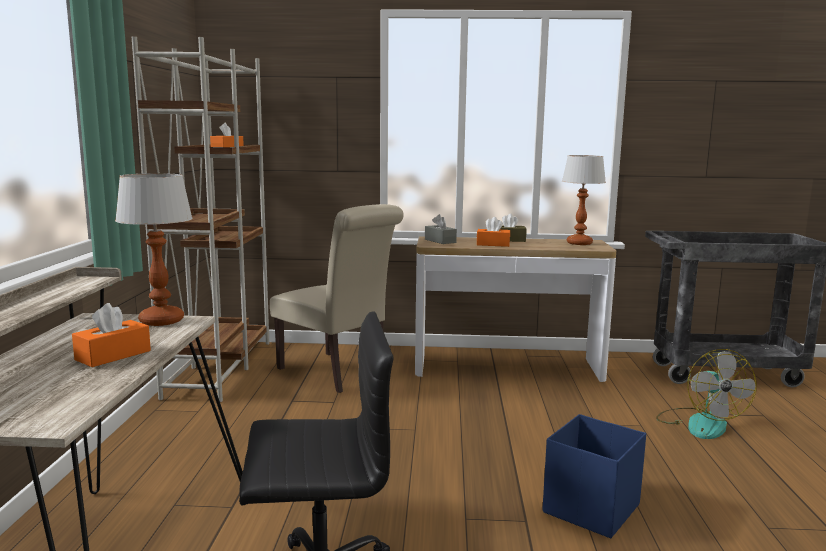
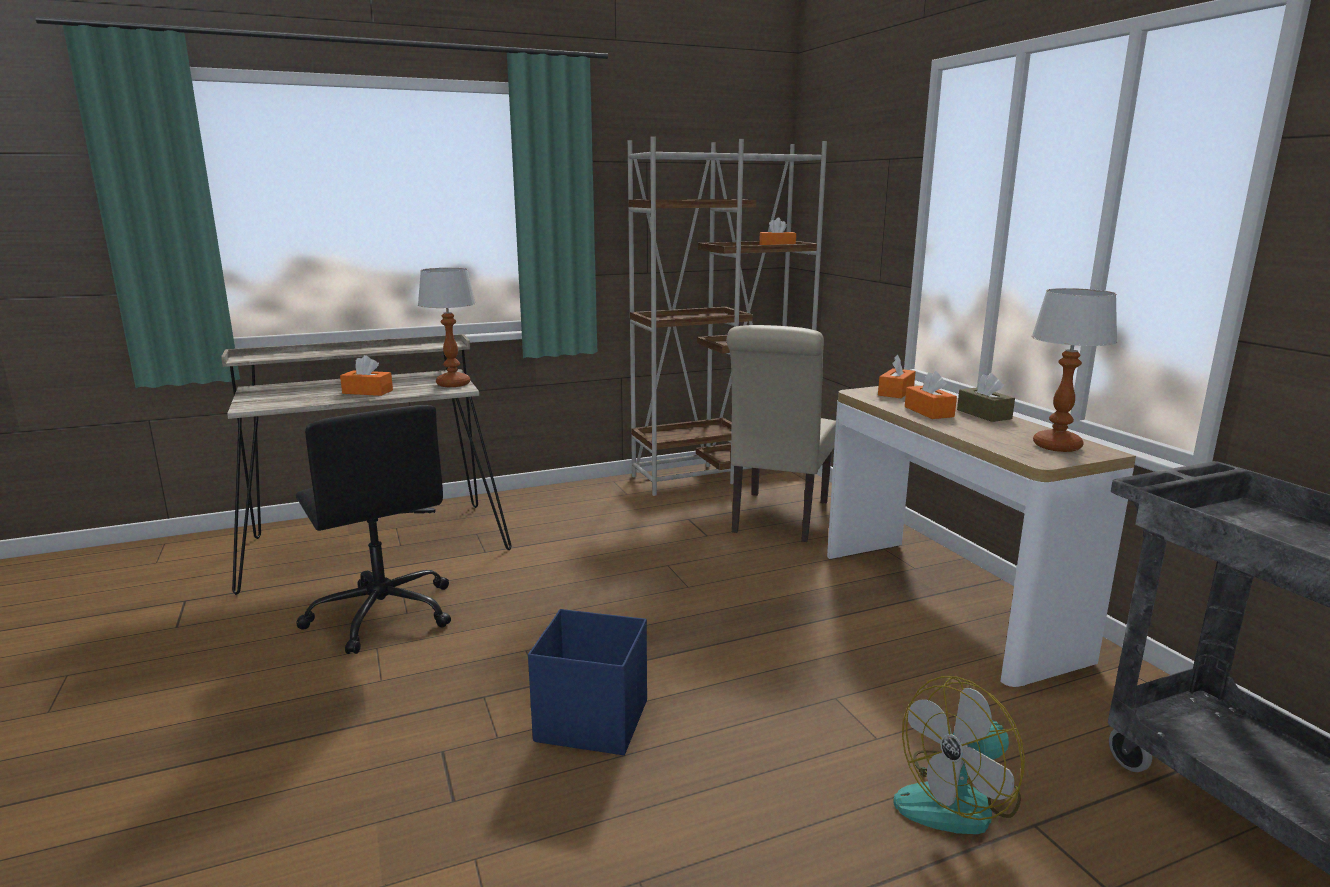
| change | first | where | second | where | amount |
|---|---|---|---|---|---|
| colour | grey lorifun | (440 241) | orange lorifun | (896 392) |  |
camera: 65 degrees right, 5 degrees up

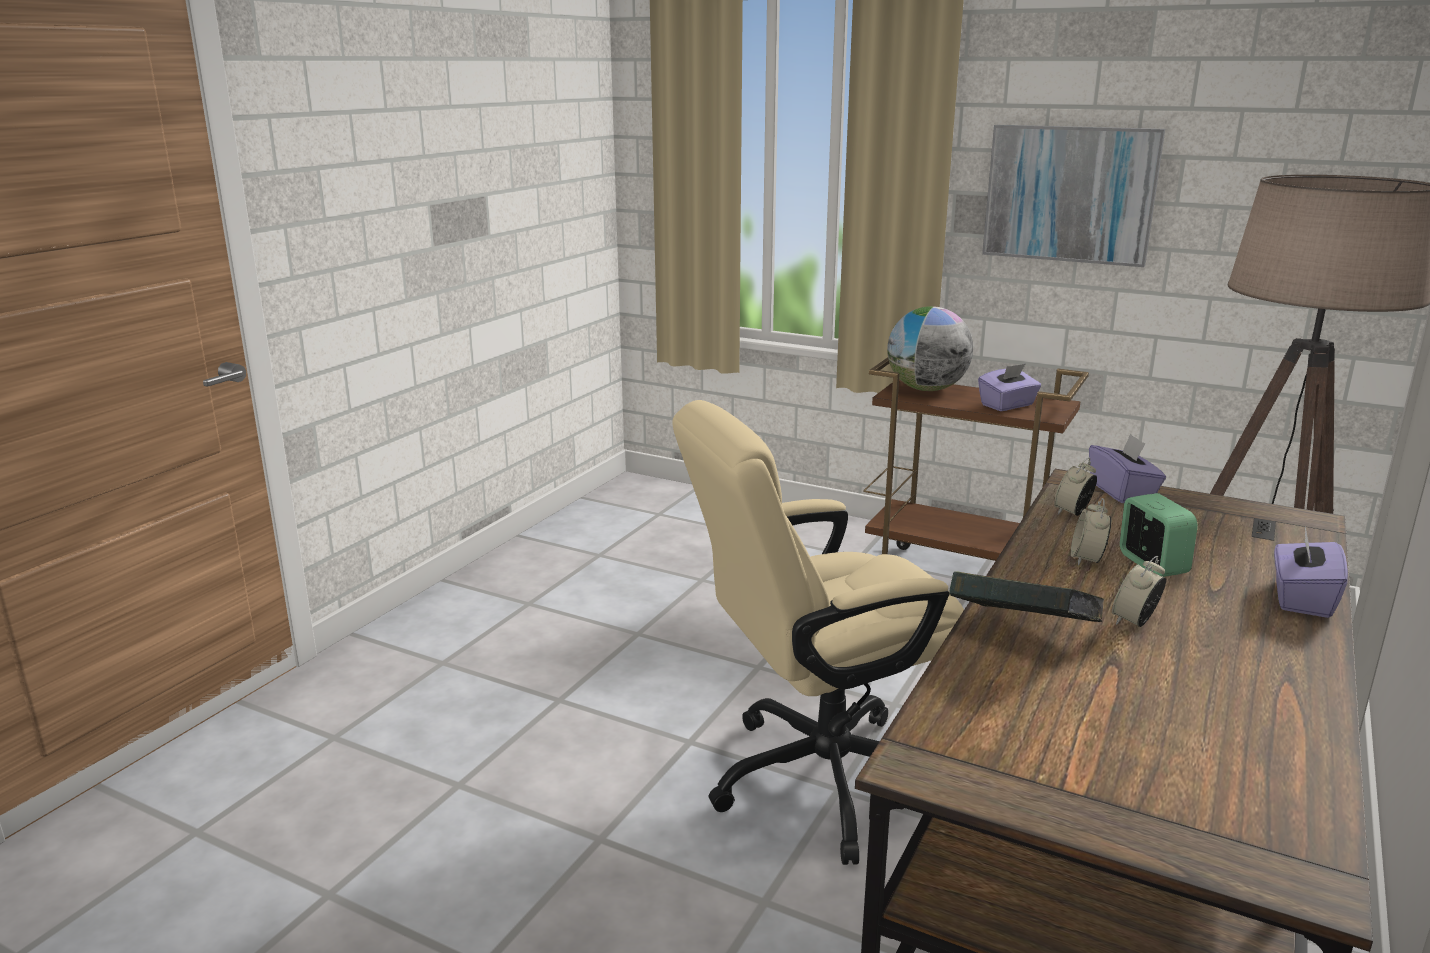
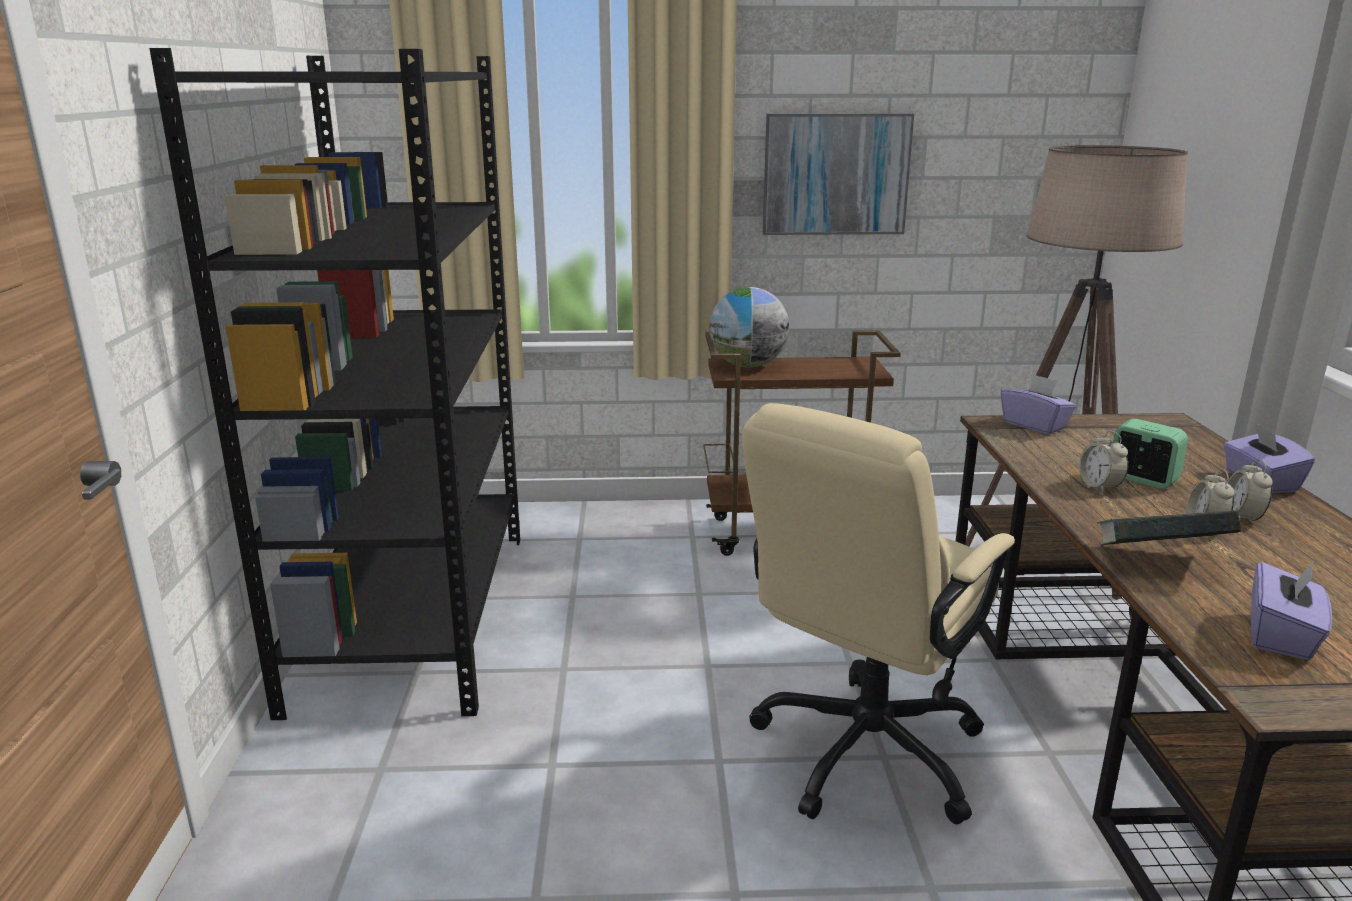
| change | first | where | second | where | amount |
|---|---|---|---|---|---|
| appeared |  |  | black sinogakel | (415 615) |  |
| relocated | purple lorifun | (1007 405) |  | (1281 636) |  |
| relocated | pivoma | (1072 512) |  | (1241 517) |  |
camera: 30 degrees left, 0 degrees up

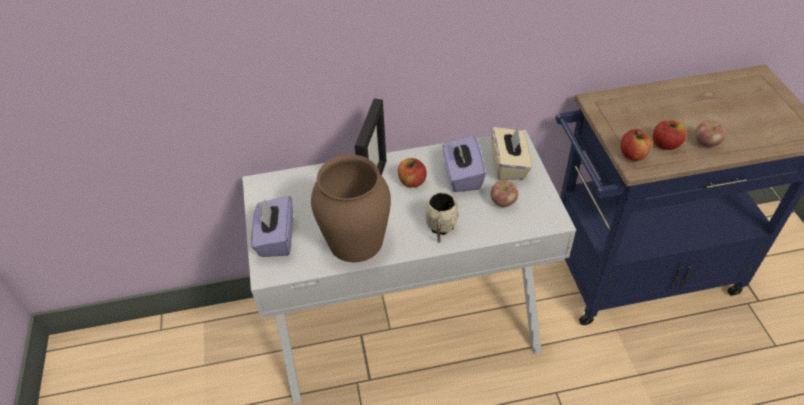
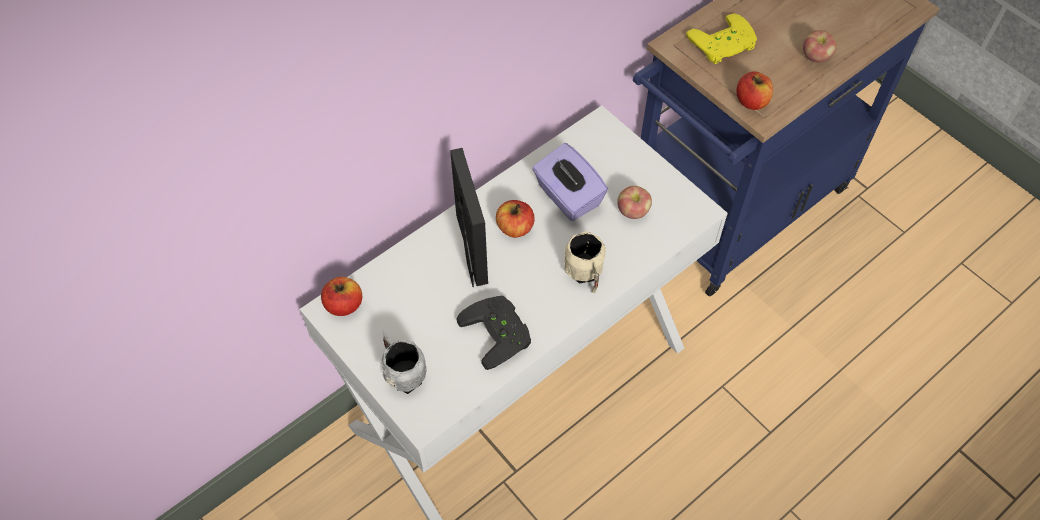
| change | first | where | second | where | amount |
|---|---|---|---|---|---|
| missing | beige lorifun | (509 165) |  |  |  |
| appeared |  |  | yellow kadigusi | (723 45) |  |
| relocated | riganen | (665 144) |  | (344 305) |  |
| exchanged | purple lorifun | (276 238) | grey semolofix | (403 372) |  |
| exchanged | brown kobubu | (356 241) | black kadigusi | (500 332) |  |
camera: 30 degrees left, 10 degrees up

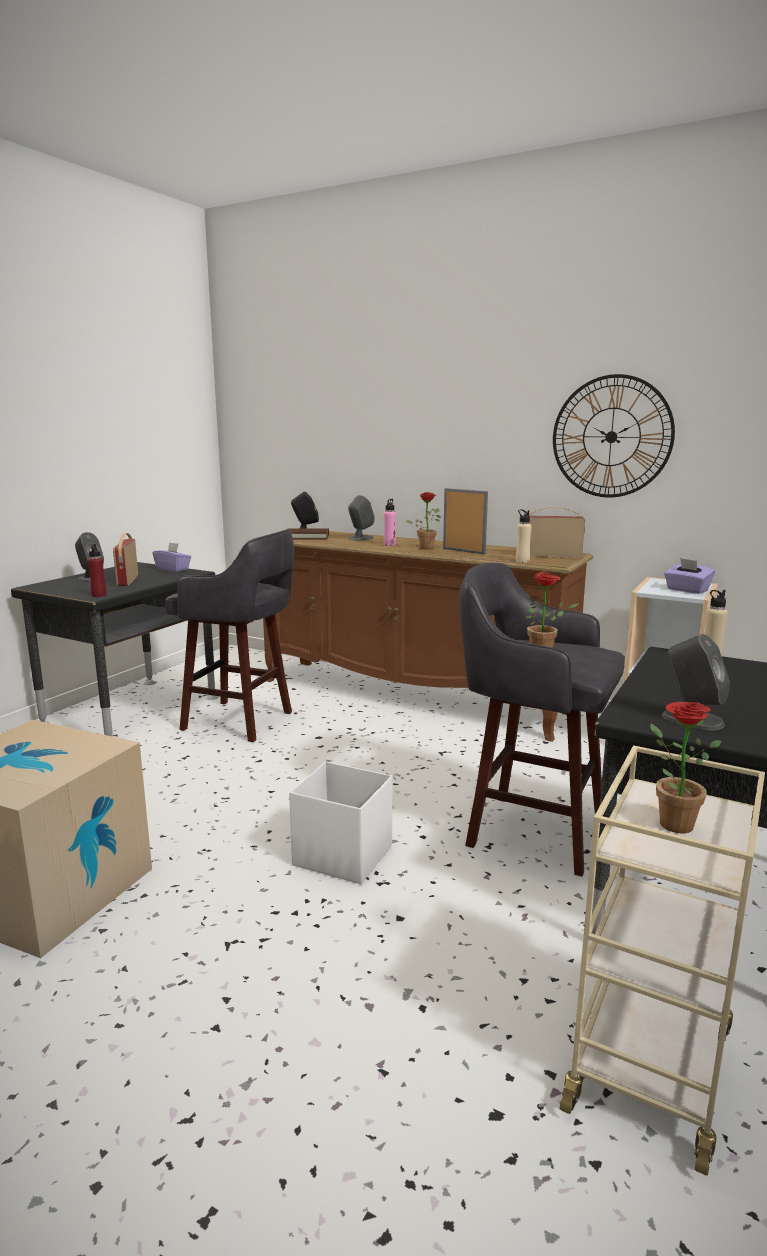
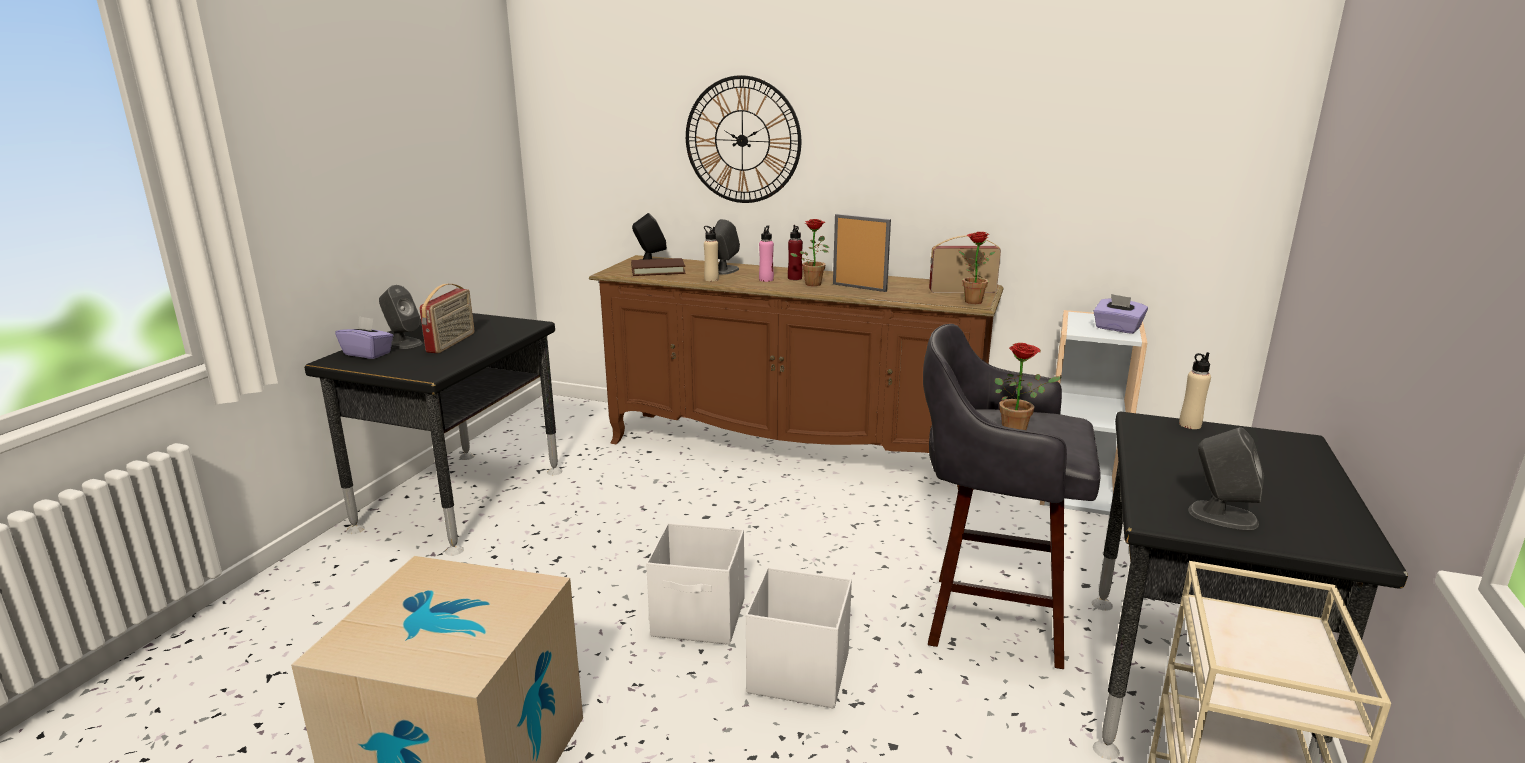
| change | first | where | second | where | amount |
|---|---|---|---|---|---|
| missing | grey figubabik | (241 722) |  |  |  |
| appeared |  |  | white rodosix | (700 618) |  |
| relocated | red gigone | (99 595) |  | (794 278) |  |
| relocated | purple lorifun | (173 569) |  | (368 353) |  |
| relocated | beige gigone | (522 561) |  | (711 279) |  |
| relocated | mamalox | (611 437) |  | (742 140) |  |
| relocated | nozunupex | (669 822) |  | (969 301) |  |
| spun | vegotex | (127 580) |  | (452 343) | 150 degrees counterclockwise |
camera: 10 degrees left, 5 degrees up

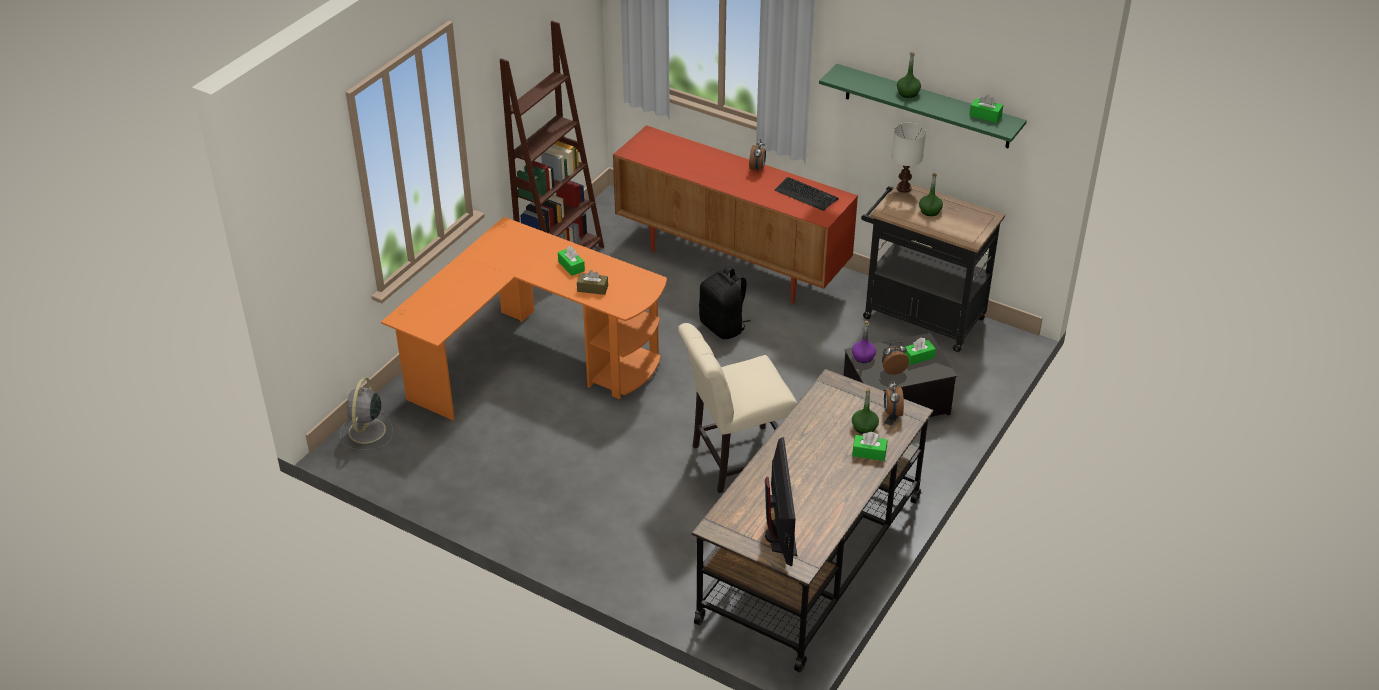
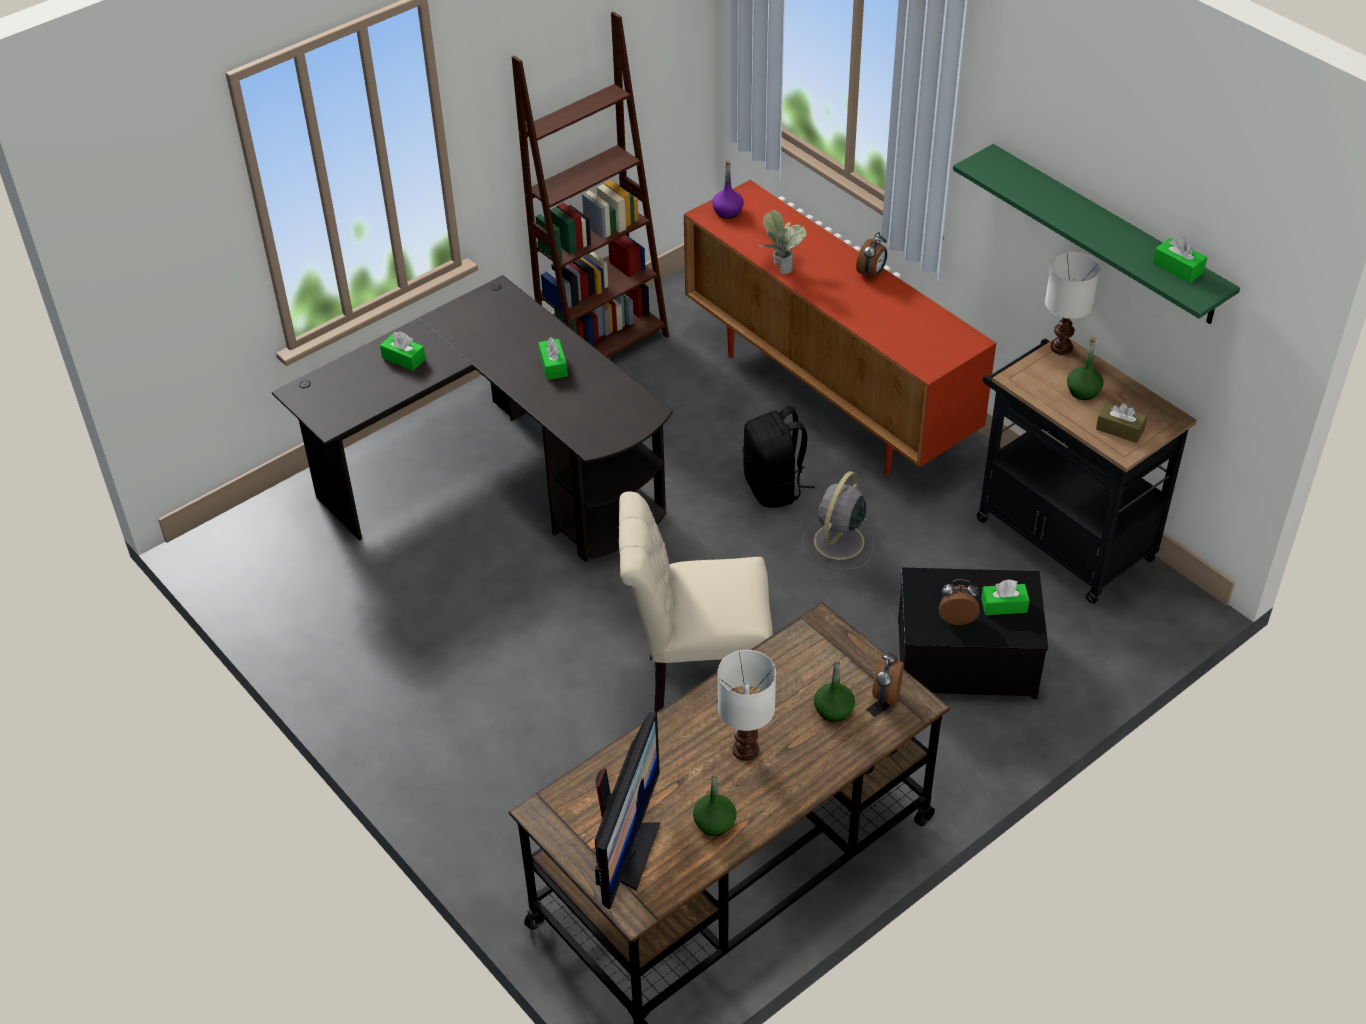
| change | first | where | second | where | amount |
|---|---|---|---|---|---|
| missing | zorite | (806 194) |  |  |  |
| appeared |  |  | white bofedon | (746 749) |  |
| appeared |  |  | nozunupex | (779 266) |  |
| relocated | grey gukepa | (366 432) |  | (838 543) |  |
| relocated | brown lorifun | (592 288) |  | (1120 429) |  |
| relocated | purple gigone | (863 357) |  | (727 211) |  |
| relocated | green lorifun | (869 452) |  | (403 358) |  |
| relocated | green gigone | (908 93) |  | (715 823) |  |
| colour | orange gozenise | (531 360) | black gozenise | (498 479) |  |
camera: 20 degrees right, 5 degrees up

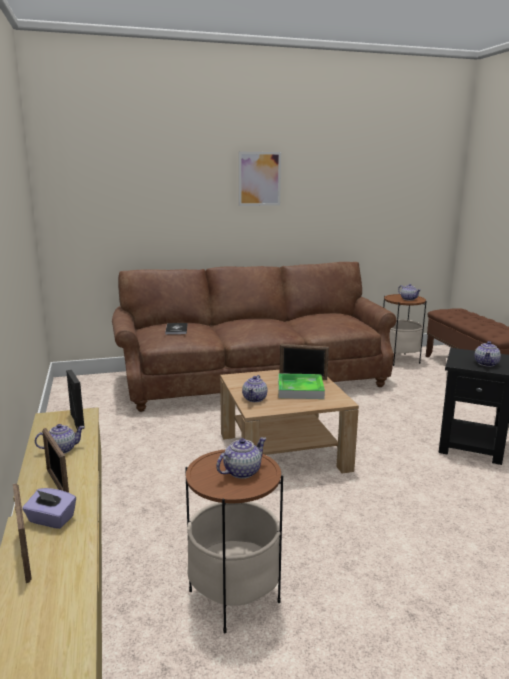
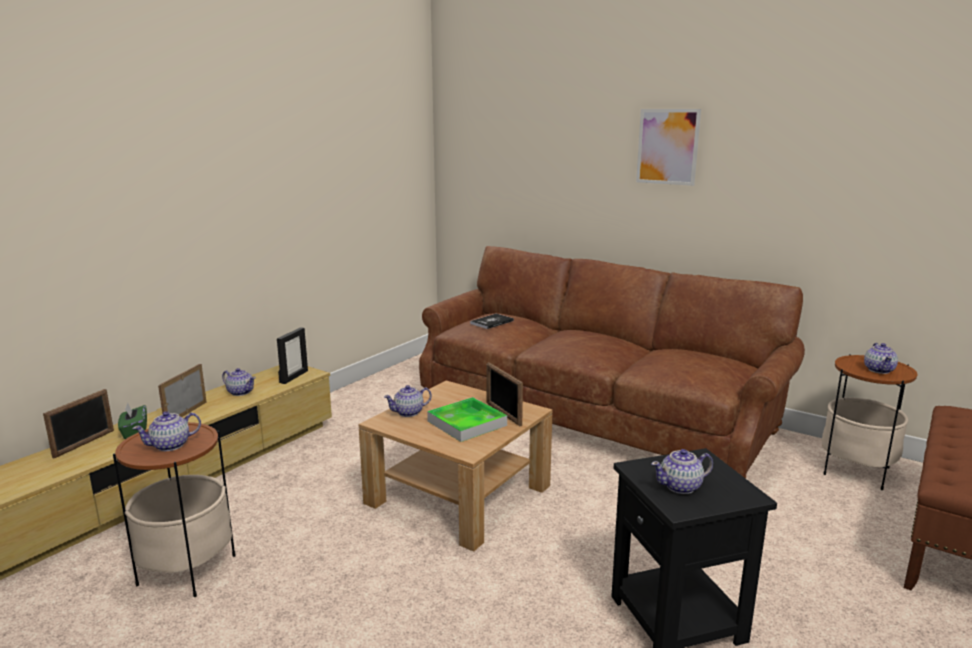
| change | first | where | second | where | amount |
|---|---|---|---|---|---|
| colour | purple lorifun | (51 520) | green lorifun | (134 432) |  |
| spun | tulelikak | (241 472) |  | (171 445) | 135 degrees clockwise |
camera: 50 degrees right, 0 degrees up

